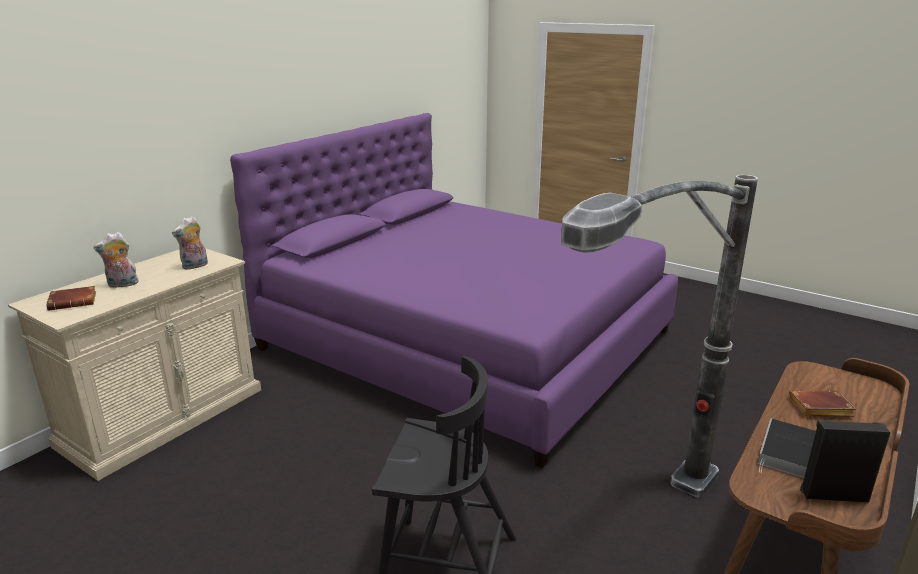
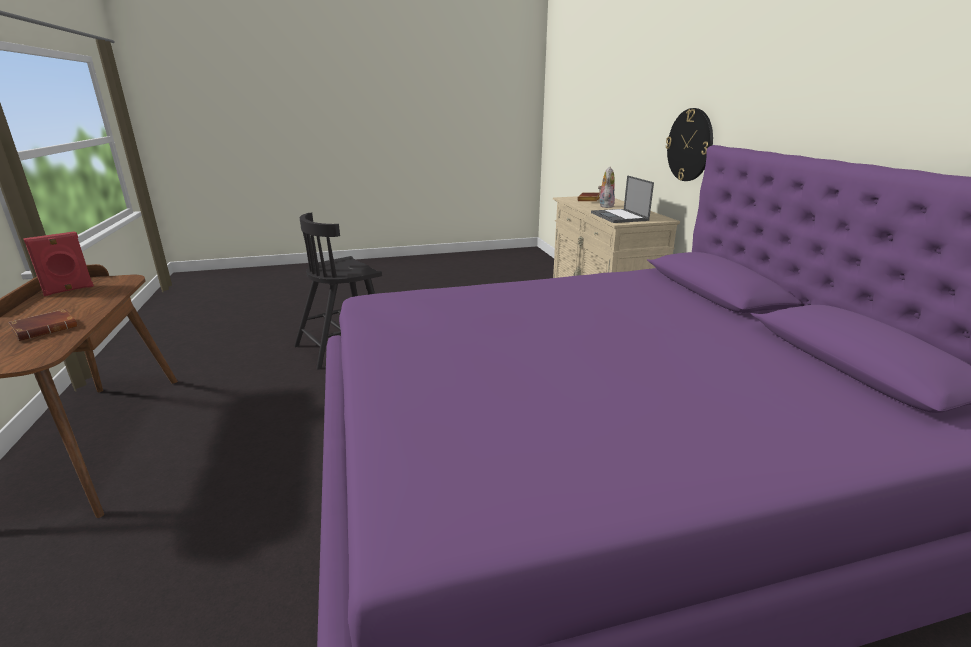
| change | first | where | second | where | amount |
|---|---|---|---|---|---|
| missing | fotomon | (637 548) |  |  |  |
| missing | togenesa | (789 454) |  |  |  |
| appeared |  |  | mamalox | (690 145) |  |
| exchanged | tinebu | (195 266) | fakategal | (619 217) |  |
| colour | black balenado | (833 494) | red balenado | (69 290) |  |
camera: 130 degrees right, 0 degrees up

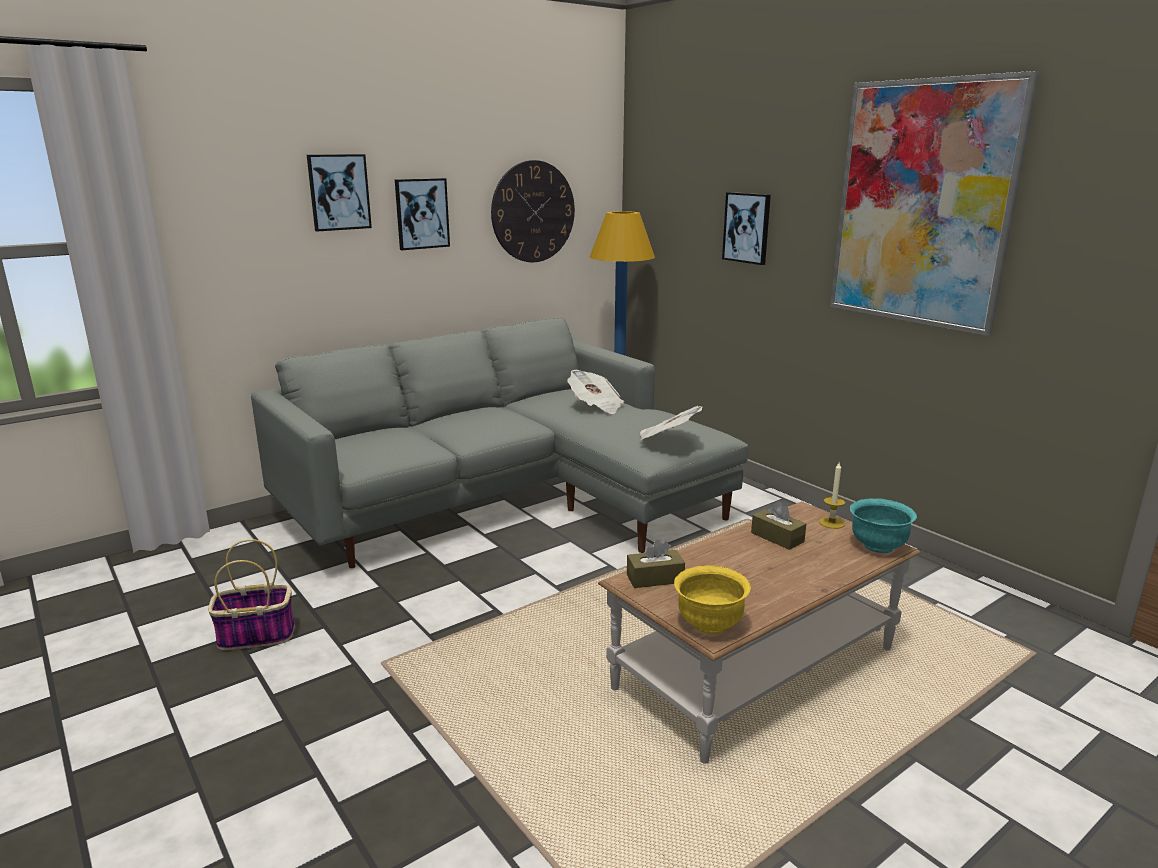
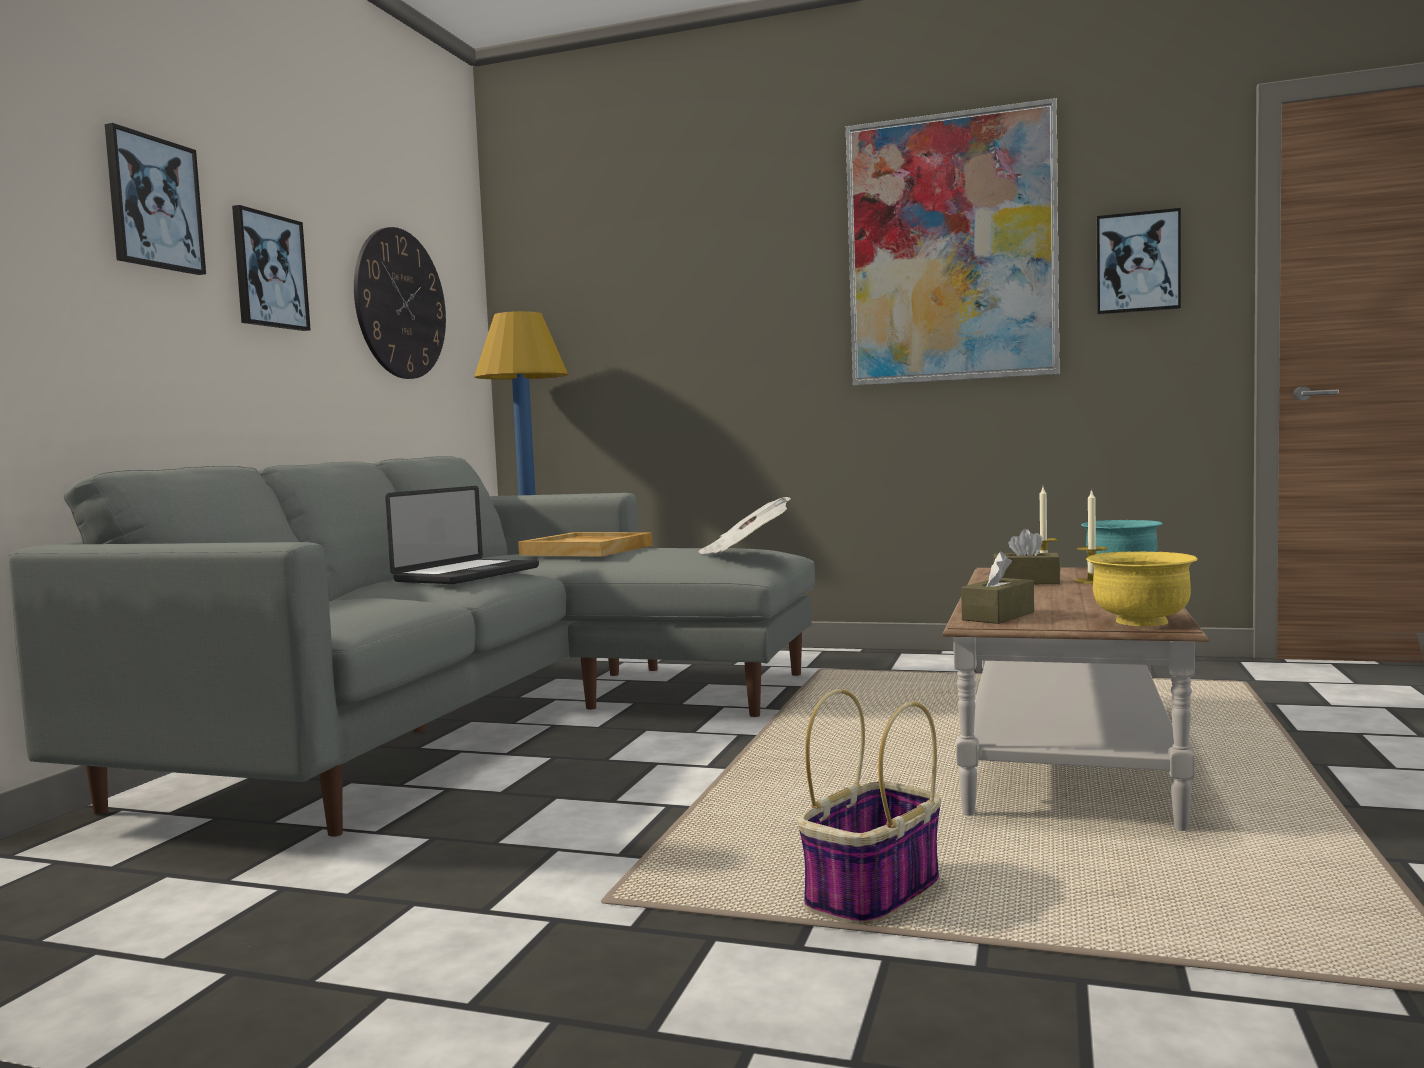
| change | first | where | second | where | amount |
|---|---|---|---|---|---|
| appeared |  |  | fakategal | (468 574) |  |
| appeared |  |  | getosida | (1092 581) |  |
| relocated | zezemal | (254 636) |  | (873 895) |  |
| relocated | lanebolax | (747 228) |  | (1137 262) |  |
| exchanged | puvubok | (596 406) | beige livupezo | (588 550) |  |
camera: 35 degrees left, 15 degrees down

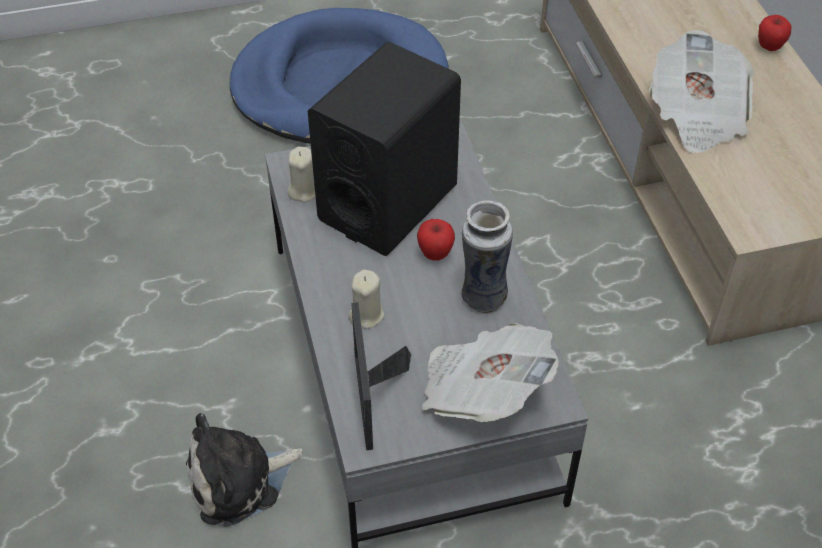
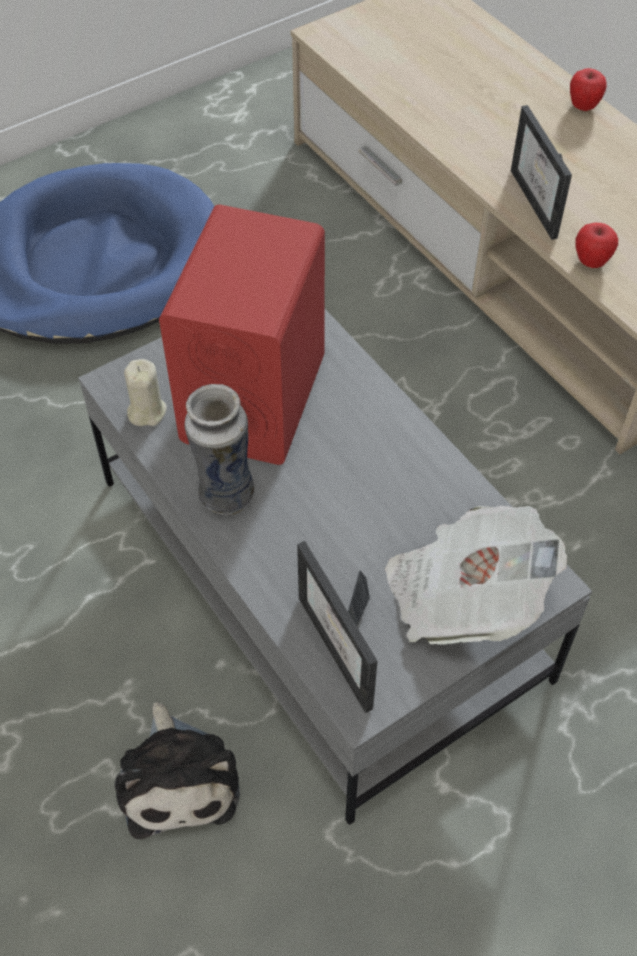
| change | first | where | second | where | amount |
|---|---|---|---|---|---|
| missing | beige getosida | (366 314) |  |  |  |
| relocated | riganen | (435 254) |  | (591 262) |  |
| relocated | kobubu | (482 296) |  | (225 494) |  |
| exchanged | puvubok | (696 115) | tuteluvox | (544 203) |  |
| colour | black balenado | (388 202) | red balenado | (253 398) |  |
| spun | tinebu | (239 480) |  | (178 778) | 60 degrees counterclockwise |
camera: 20 degrees left, 5 degrees up

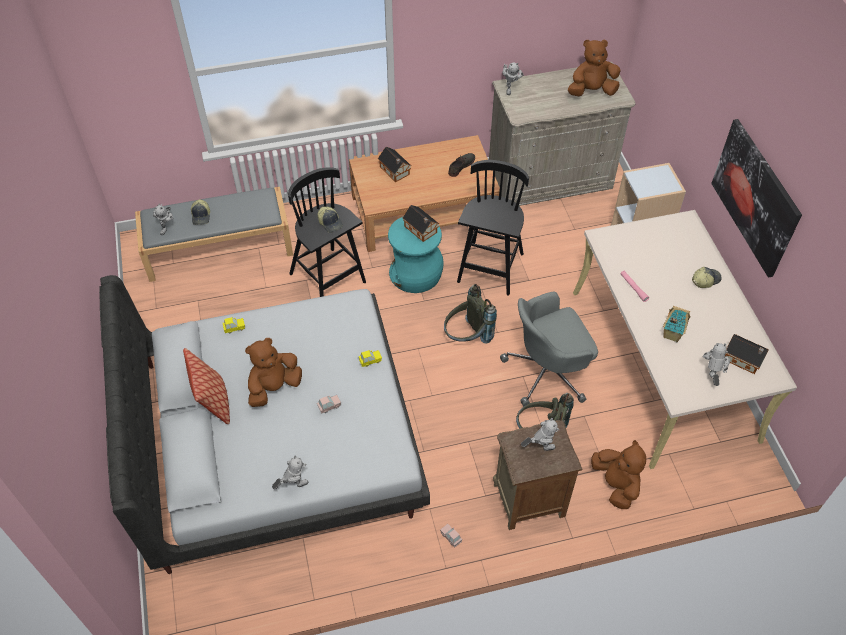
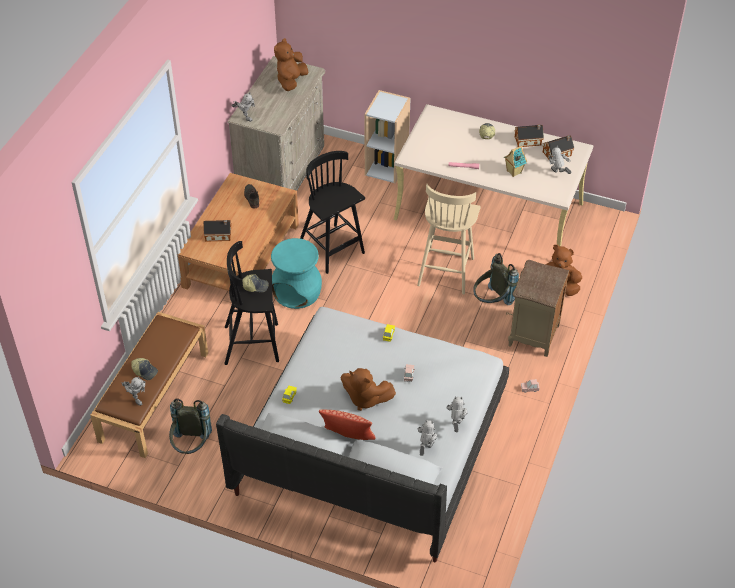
| change | first | where | second | where | amount |
|---|---|---|---|---|---|
| missing | lanebolax | (755 197) |  |  |  |
| relocated | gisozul | (421 230) |  | (529 141) |  |
| relocated | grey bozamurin | (467 337) |  | (191 446) |  |
| relocated | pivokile | (539 447) |  | (425 449) |  |
| exchanged | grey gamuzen | (547 372) | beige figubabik | (446 270) |  |
| colour | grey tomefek | (220 248) | brown tomefek | (154 395) |  |
| spun | brown tinebu | (274 387) |  | (365 398) | 60 degrees counterclockwise |
camera: 55 degrees left, 5 degrees down

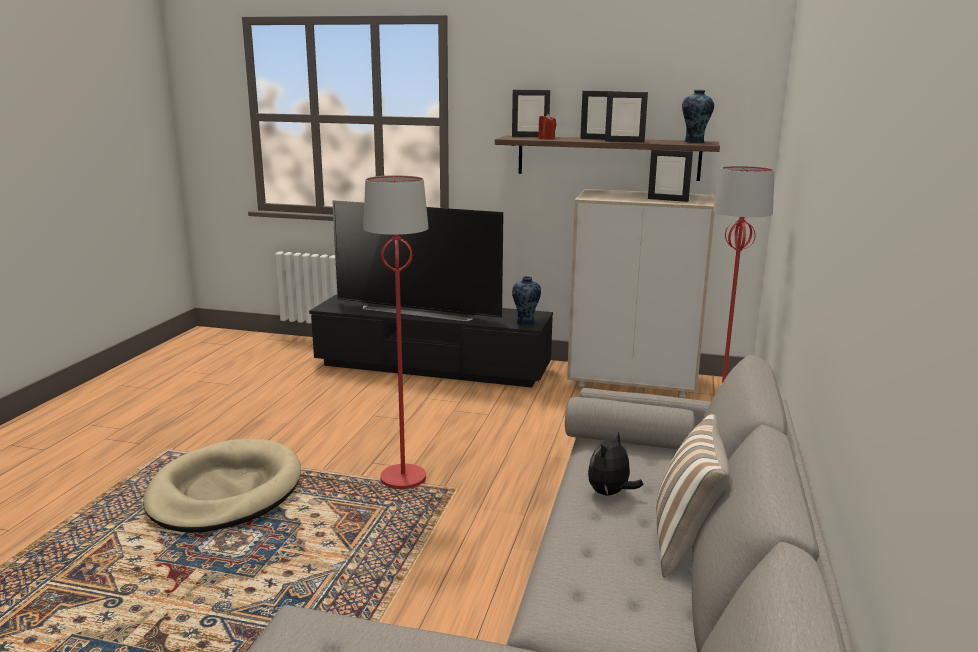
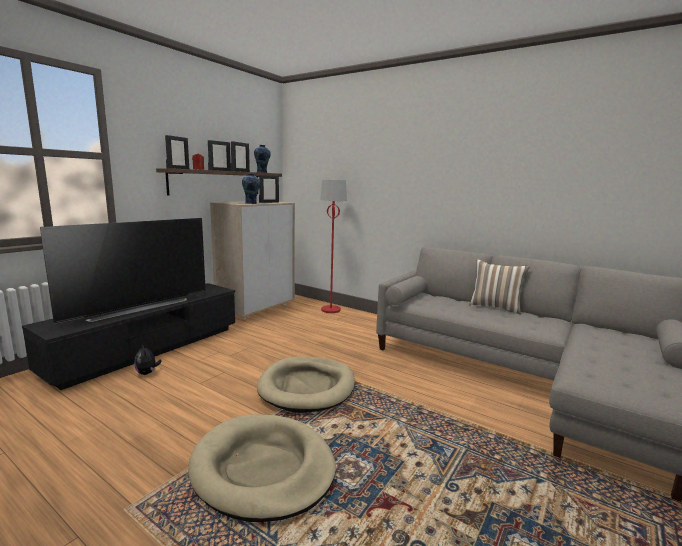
| change | first | where | second | where | amount |
|---|---|---|---|---|---|
| relocated | kobubu | (525 323) |  | (251 203) |  |
| relocated | tinebu | (610 493) |  | (147 373) |  |
| exchanged | red fotomon | (403 478) | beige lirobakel | (307 387) |  |
camera: 70 degrees left, 5 degrees down

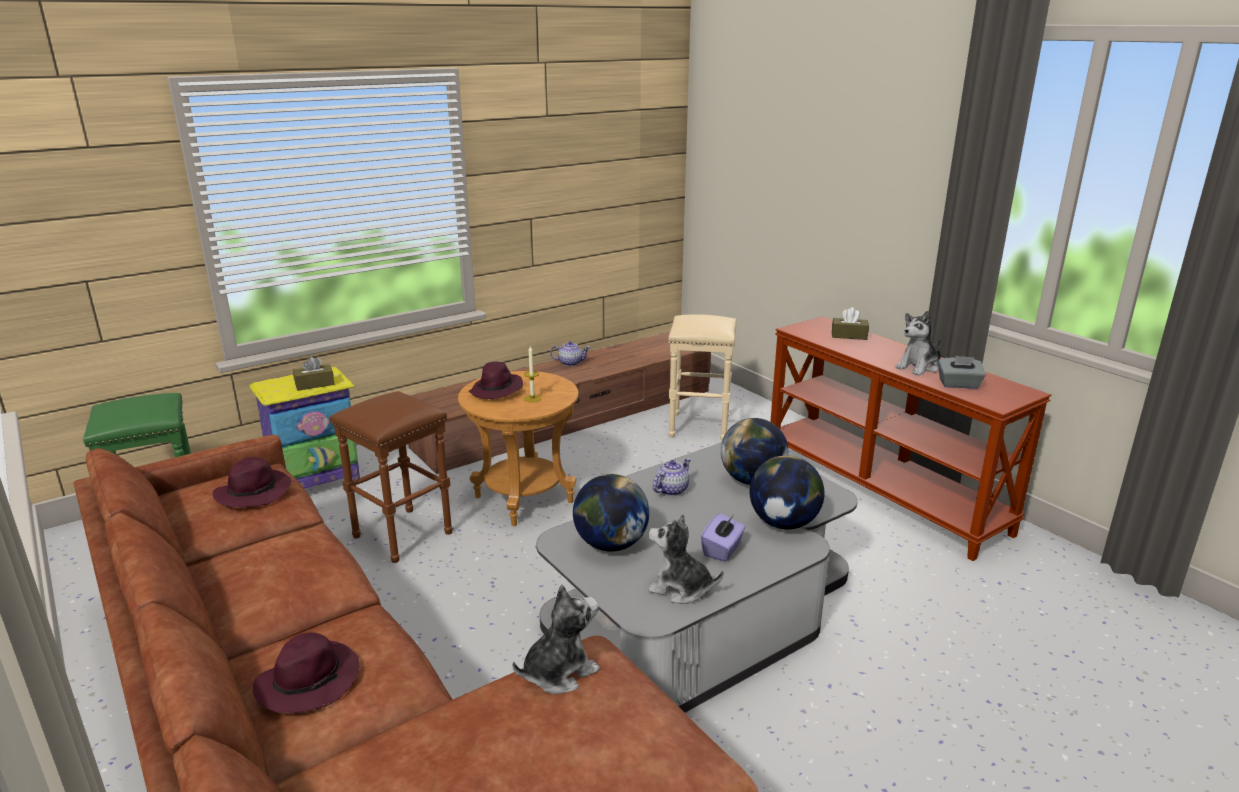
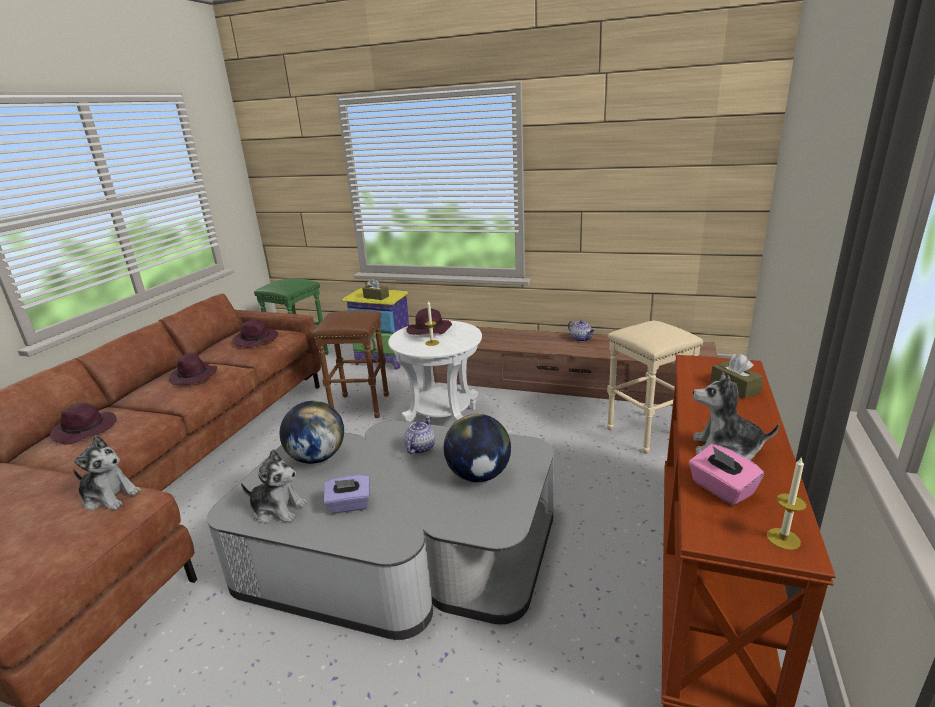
| change | first | where | second | where | amount |
|---|---|---|---|---|---|
| missing | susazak | (783 523) |  |  |  |
| appeared |  |  | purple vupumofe | (194 377) |  |
| appeared |  |  | getosida | (783 539) |  |
| colour | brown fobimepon | (524 499) | white fobimepon | (442 419) |  |
| colour | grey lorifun | (959 384) | pink lorifun | (721 489) |  |
| spun | tinebu | (680 589) |  | (278 509) | 120 degrees clockwise |
| spun | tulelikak | (671 490) |  | (420 447) | 75 degrees counterclockwise |
camera: 55 degrees right, 0 degrees up

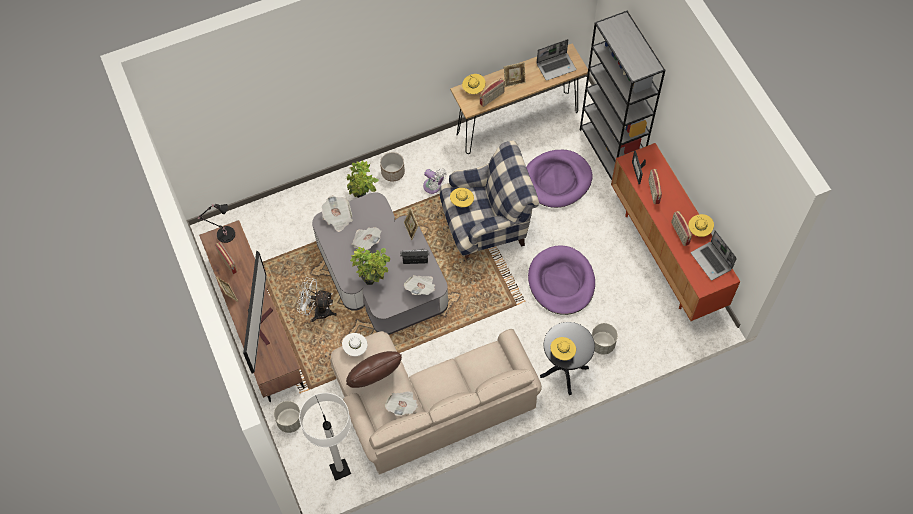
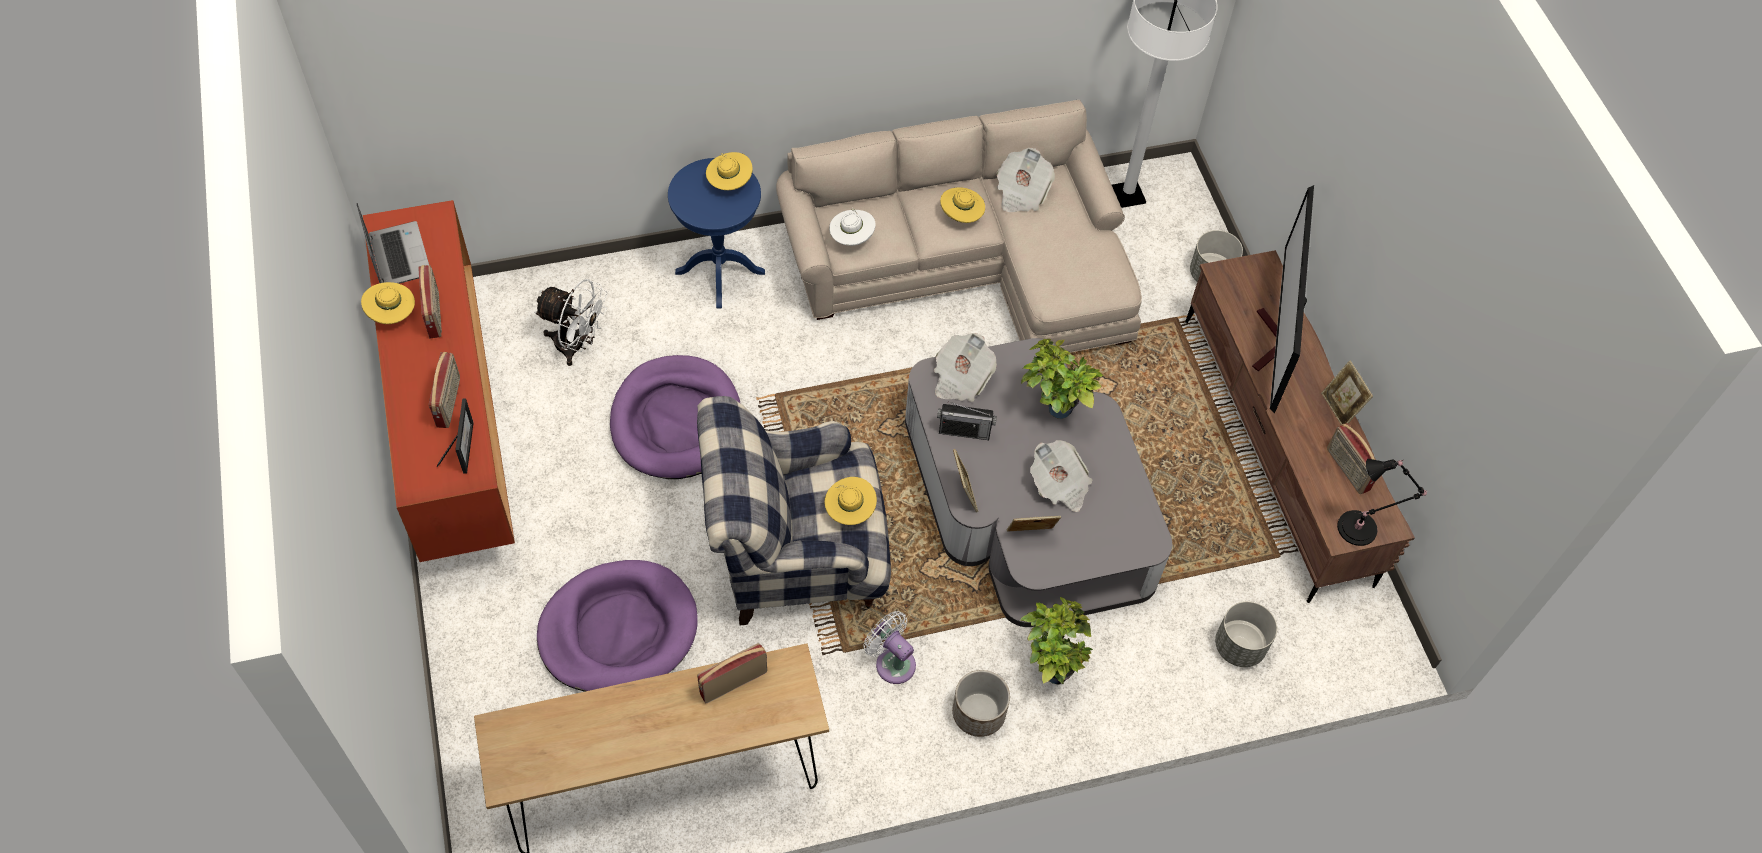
| change | first | where | second | where | amount |
|---|---|---|---|---|---|
| missing | puvubok | (338 218) |  |  |  |
| missing | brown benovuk | (375 379) |  |  |  |
| missing | fakategal | (556 66) |  |  |  |
| missing | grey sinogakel | (610 151) |  |  |  |
| relocated | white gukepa | (318 311) |  | (577 346) |  |
| relocated | white vupumofe | (355 348) |  | (851 238) |  |
| relocated | yellow vupumofe | (473 89) |  | (961 216) |  |
| relocated | tuteluvox | (514 81) |  | (1030 536) |  |
| relocated | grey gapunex | (602 344) |  | (1239 647) |  |
| colour | black fobimepon | (564 372) | blue fobimepon | (720 272) |  |
camera: 175 degrees left, 5 degrees down

